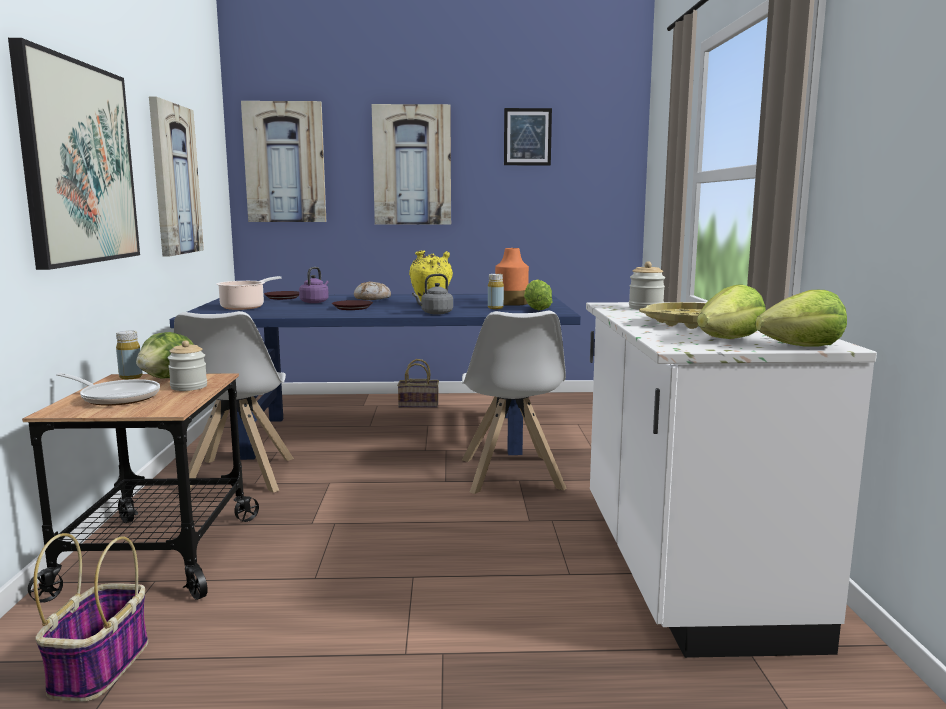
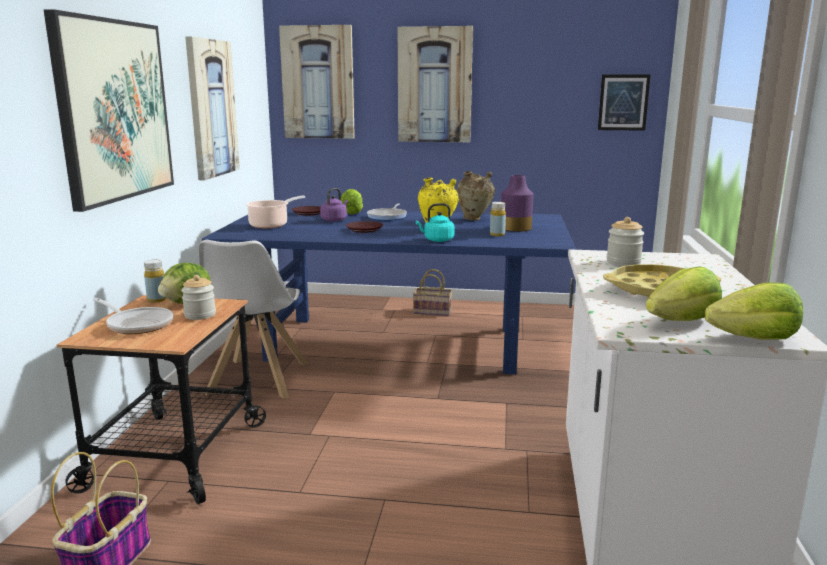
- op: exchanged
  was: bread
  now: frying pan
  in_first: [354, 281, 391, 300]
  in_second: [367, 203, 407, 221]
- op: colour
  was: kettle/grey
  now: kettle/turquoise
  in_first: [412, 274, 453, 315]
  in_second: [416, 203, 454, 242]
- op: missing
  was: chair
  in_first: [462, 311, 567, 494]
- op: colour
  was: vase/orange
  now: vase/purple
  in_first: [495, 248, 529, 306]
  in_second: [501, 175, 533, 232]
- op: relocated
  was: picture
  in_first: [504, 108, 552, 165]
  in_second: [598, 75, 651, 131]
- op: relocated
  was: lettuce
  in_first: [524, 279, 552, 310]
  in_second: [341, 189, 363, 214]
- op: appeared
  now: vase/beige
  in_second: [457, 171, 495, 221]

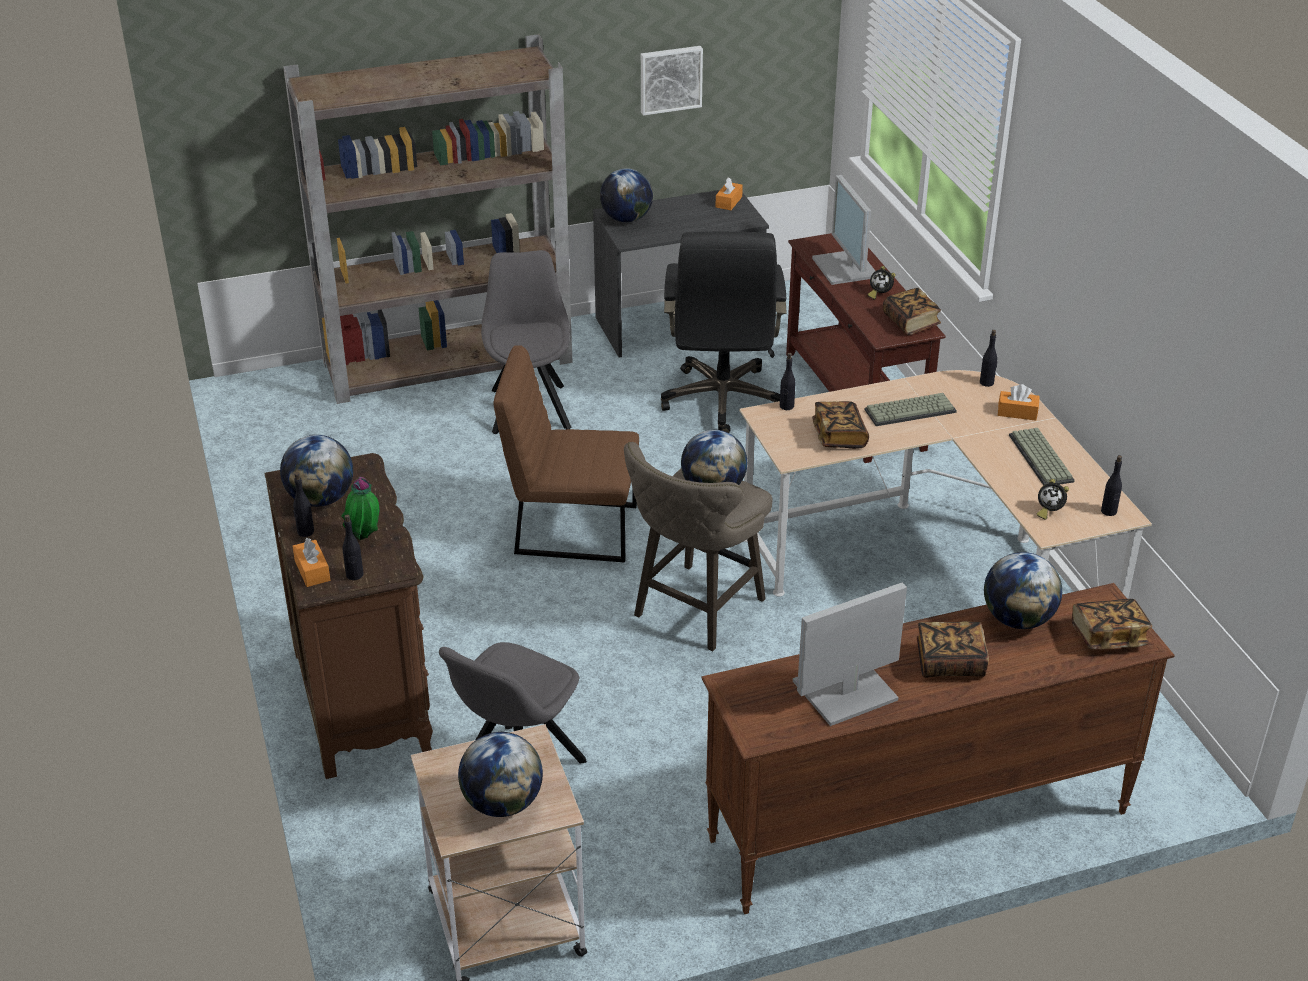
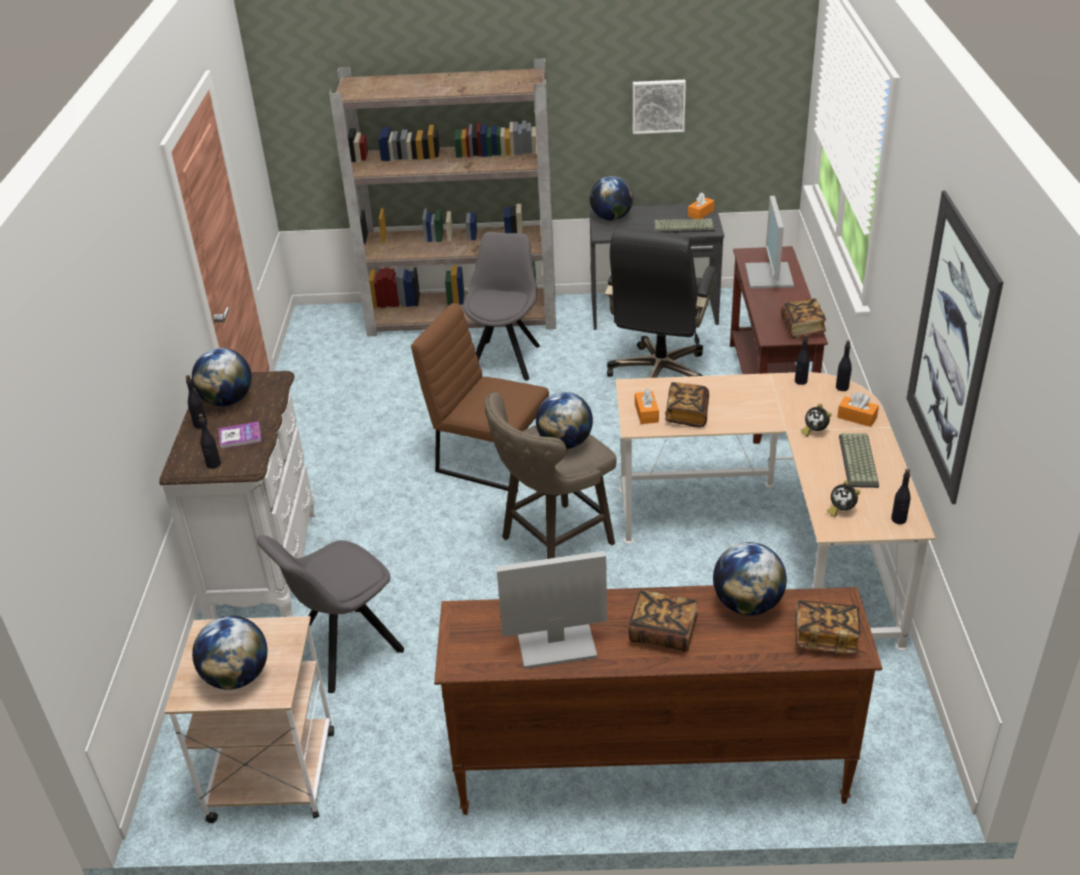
- op: colour
  was: dresser/brown
  now: dresser/white
  in_first: [265, 453, 433, 779]
  in_second: [159, 371, 316, 620]
- op: relocated
  was: tissue box/orange
  in_first: [292, 538, 330, 587]
  in_second: [635, 388, 659, 424]
- op: exchanged
  was: potted plant
  now: book
  in_first: [342, 477, 379, 540]
  in_second: [219, 421, 261, 449]
- op: relocated
  was: bottle/black
  in_first: [780, 353, 796, 410]
  in_second: [795, 334, 810, 385]
- op: relocated
  was: keyboard
  in_first: [865, 393, 957, 426]
  in_second: [653, 219, 715, 233]
- op: relocated
  was: alarm clock
  in_first: [868, 266, 896, 300]
  in_second: [801, 404, 832, 436]
- op: appeared
  now: picture
  in_second: [906, 190, 1003, 504]

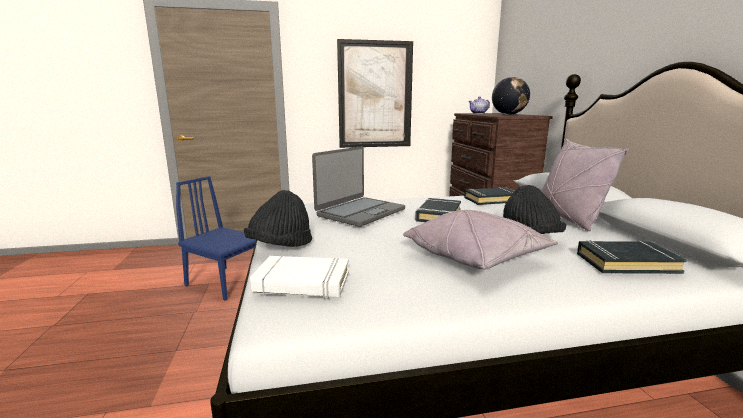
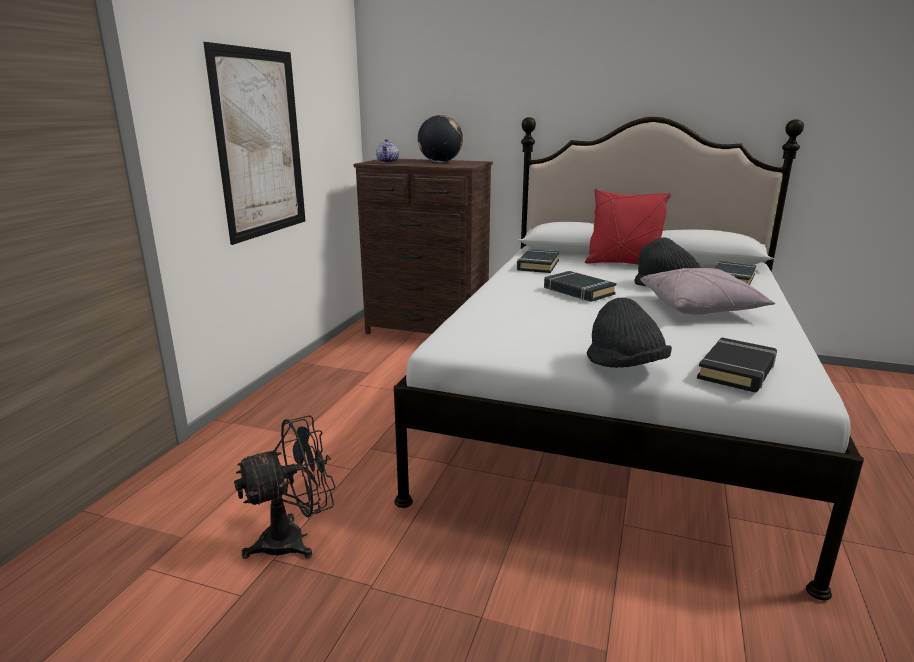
- op: exchanged
  was: chair/blue
  now: fan/black
  in_first: [176, 176, 256, 301]
  in_second: [234, 415, 336, 559]
- op: colour
  was: book/white
  now: book/black
  in_first: [250, 256, 349, 299]
  in_second: [697, 337, 777, 393]
- op: missing
  was: laptop
  in_first: [312, 146, 405, 227]
- op: colour
  was: pillow/purple
  now: pillow/red
  in_first: [542, 139, 629, 231]
  in_second: [585, 189, 671, 264]

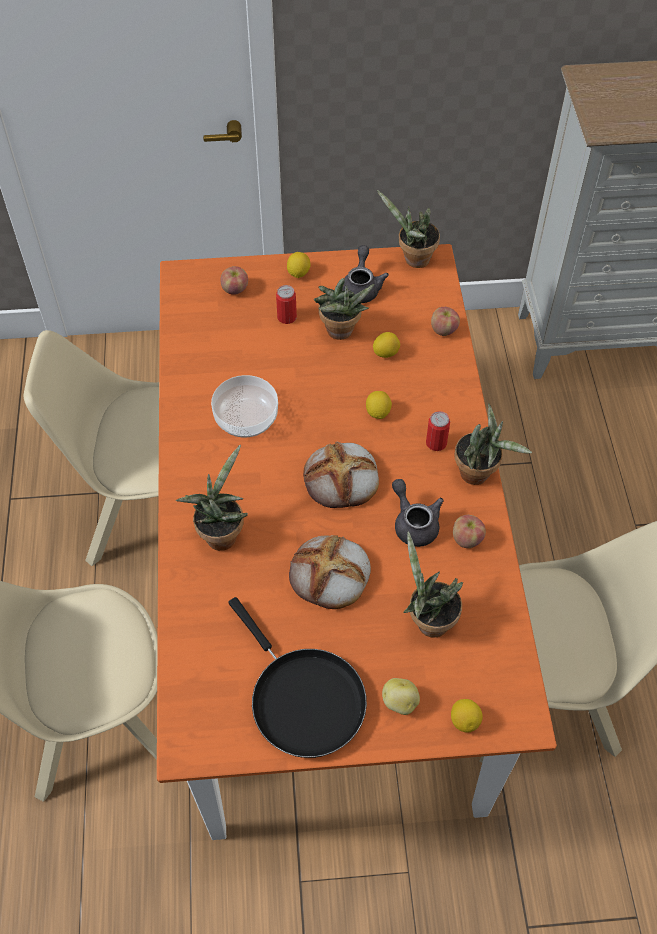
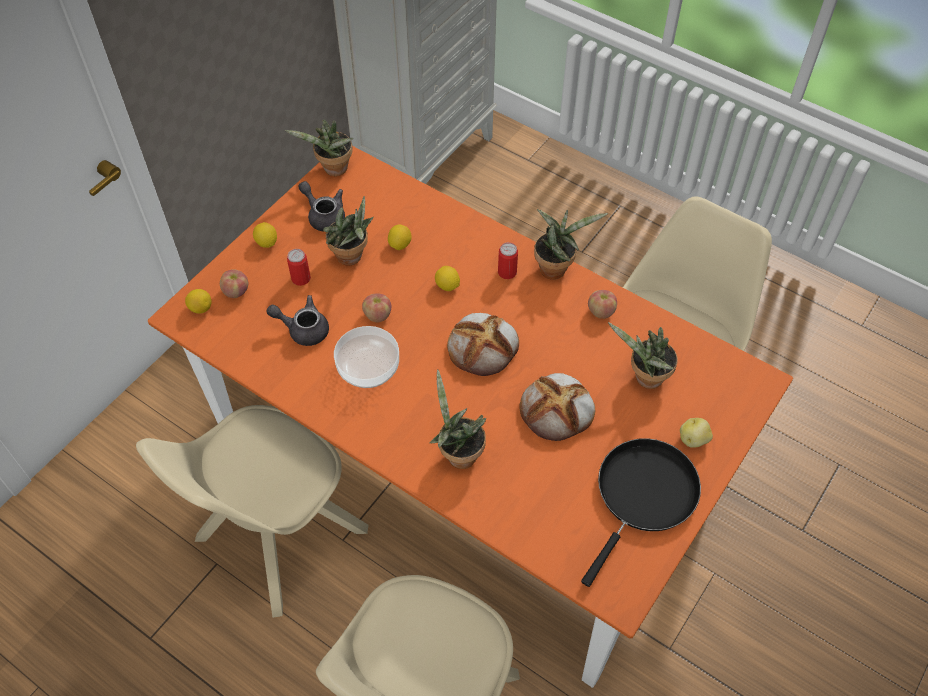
- op: spun
  was: frying pan/black
  in_first: [228, 597, 367, 758]
  in_second: [581, 438, 701, 587]
  clockwise: -60
- op: relocated
  was: teapot/grey
  in_first: [392, 479, 444, 547]
  in_second: [267, 295, 329, 346]
- op: relocated
  was: apple
  in_first: [431, 307, 460, 336]
  in_second: [362, 294, 391, 323]
- op: relocated
  was: lemon
  in_first: [451, 699, 483, 733]
  in_second: [185, 289, 212, 313]

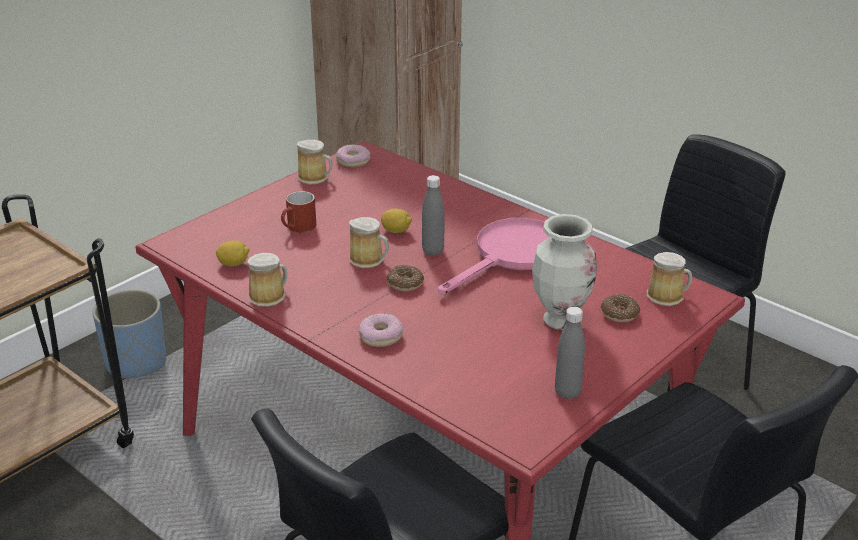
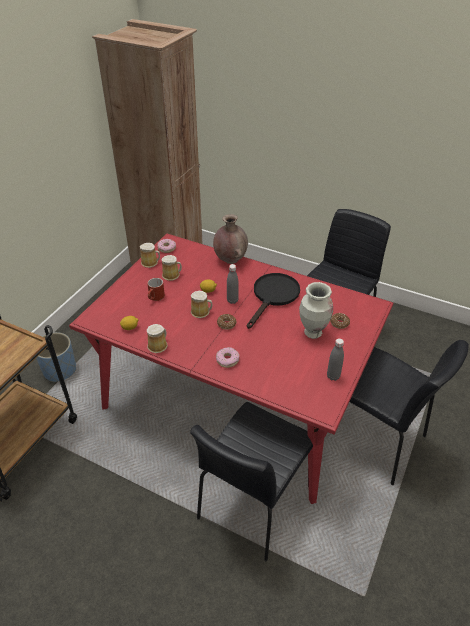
- op: colour
  was: frying pan/pink
  now: frying pan/black
  in_first: [438, 218, 550, 294]
  in_second: [247, 273, 300, 329]
- op: relocated
  was: mug
  in_first: [647, 252, 692, 306]
  in_second: [162, 255, 182, 281]
- op: appeared
  now: vase/brown
  in_second: [213, 214, 248, 264]

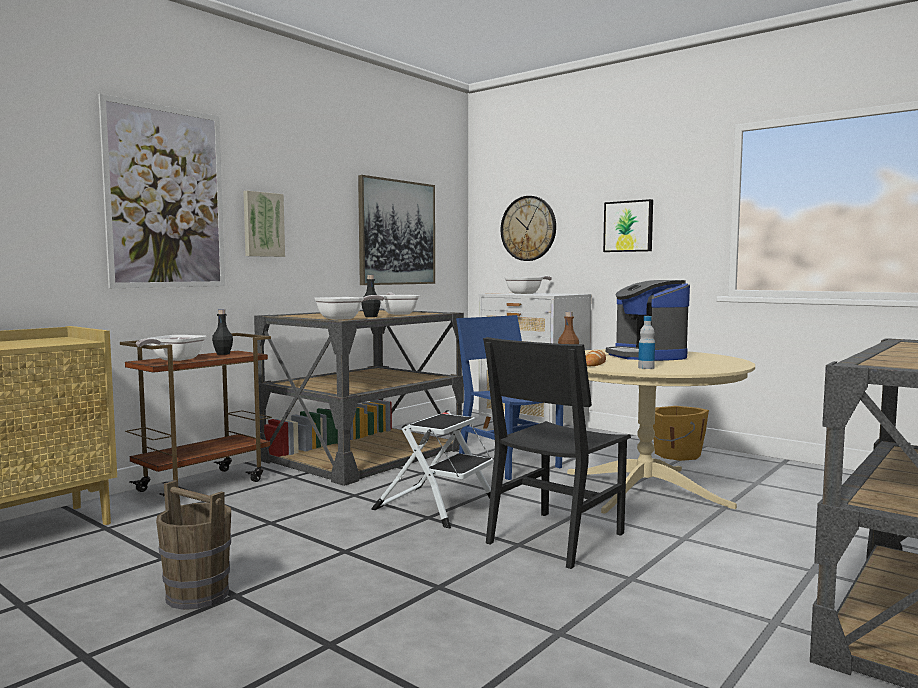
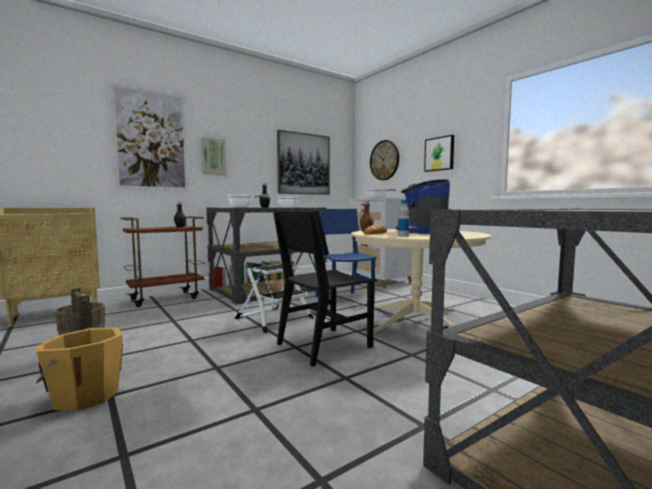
- op: missing
  was: frying pan
  in_first: [136, 335, 206, 361]
- op: relocated
  was: bucket/orange
  in_first: [653, 406, 709, 461]
  in_second: [36, 327, 123, 411]

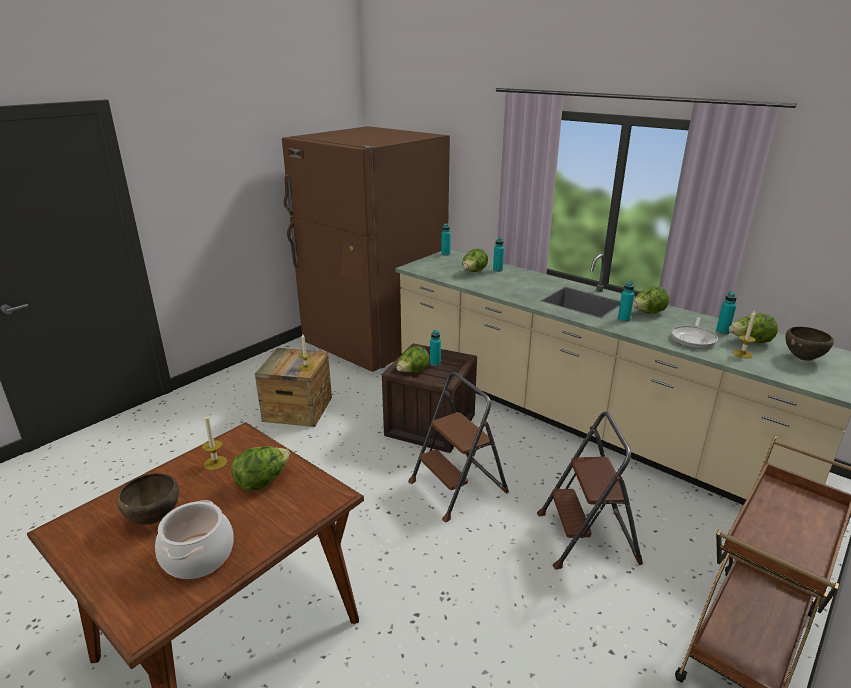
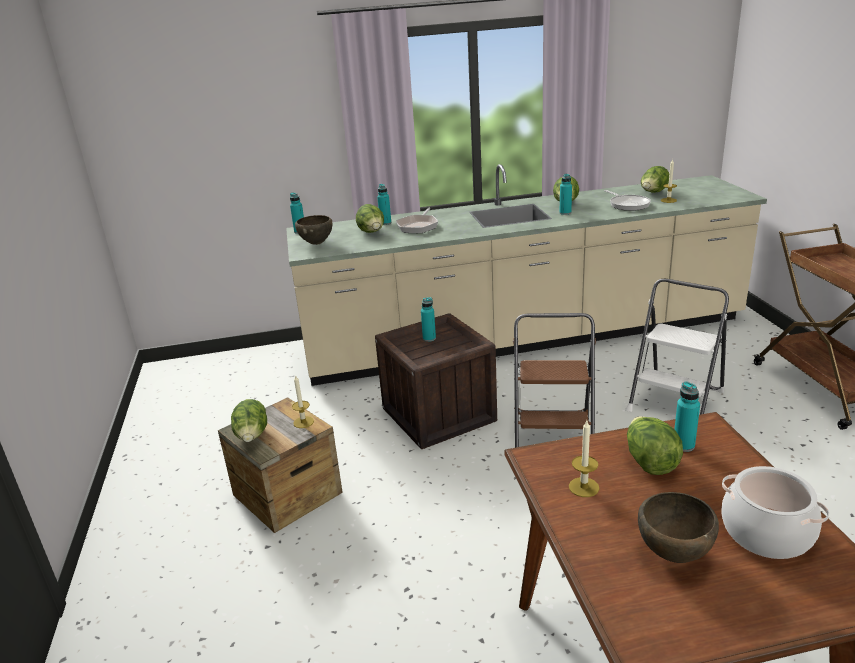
- op: missing
  was: fridge/brown
  in_first: [282, 126, 450, 372]
- op: relocated
  was: lettuce
  in_first: [396, 346, 429, 373]
  in_second: [231, 399, 267, 442]
- op: colour
  was: step ladder/brown
  now: step ladder/white
  in_first: [537, 412, 643, 570]
  in_second: [625, 279, 729, 415]
- op: relocated
  was: bottle/turquoise
  in_first: [716, 291, 737, 335]
  in_second: [675, 382, 700, 452]
- op: relocated
  was: bowl/brown
  in_first: [785, 327, 834, 361]
  in_second: [295, 215, 332, 245]
- op: appeared
  now: frying pan
  in_second: [396, 208, 438, 233]

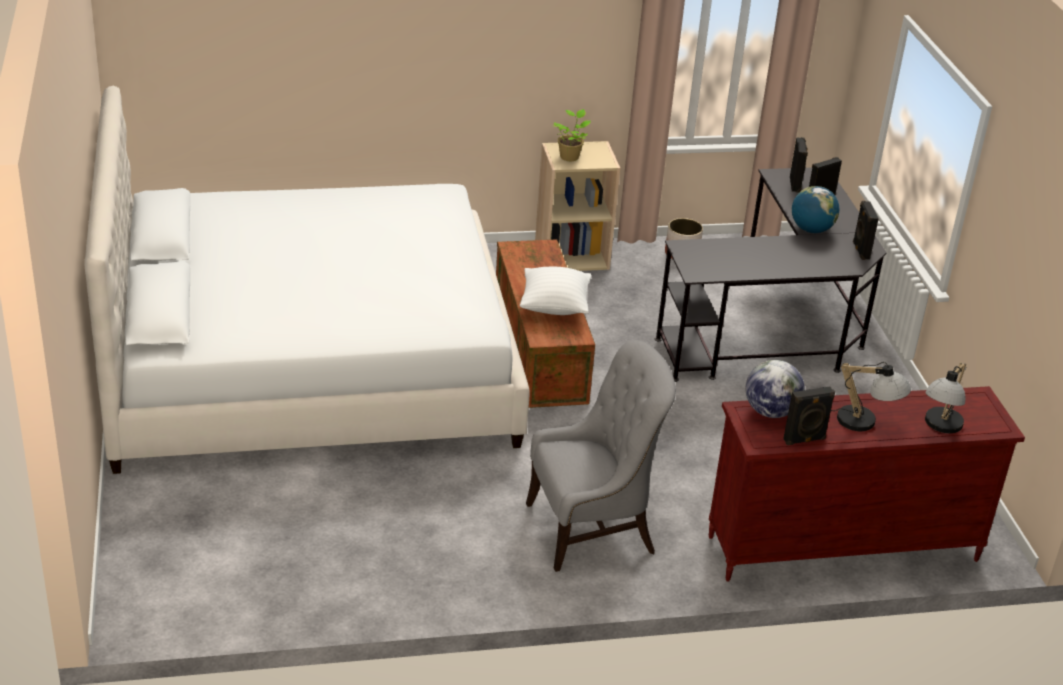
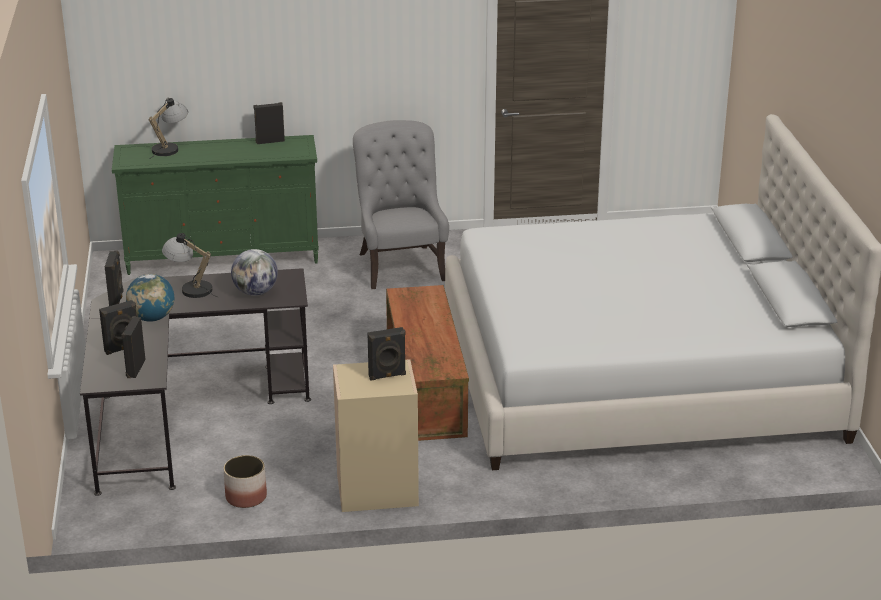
- op: missing
  was: pillow/white
  in_first: [520, 267, 591, 315]
- op: spun
  was: chair/grey
  in_first: [526, 340, 676, 572]
  in_second: [353, 120, 449, 289]
  clockwise: 90
- op: exchanged
  was: potted plant
  now: speaker/black
  in_first: [554, 109, 591, 161]
  in_second: [367, 327, 406, 381]
- op: colour
  was: dresser/red
  now: dresser/green
  in_first: [709, 386, 1025, 582]
  in_second: [112, 135, 319, 275]
- op: relocated
  was: globe
  in_first: [746, 360, 805, 418]
  in_second: [231, 249, 278, 296]
- op: relocated
  was: table lamp
  in_first: [831, 362, 911, 431]
  in_second: [162, 233, 217, 298]

